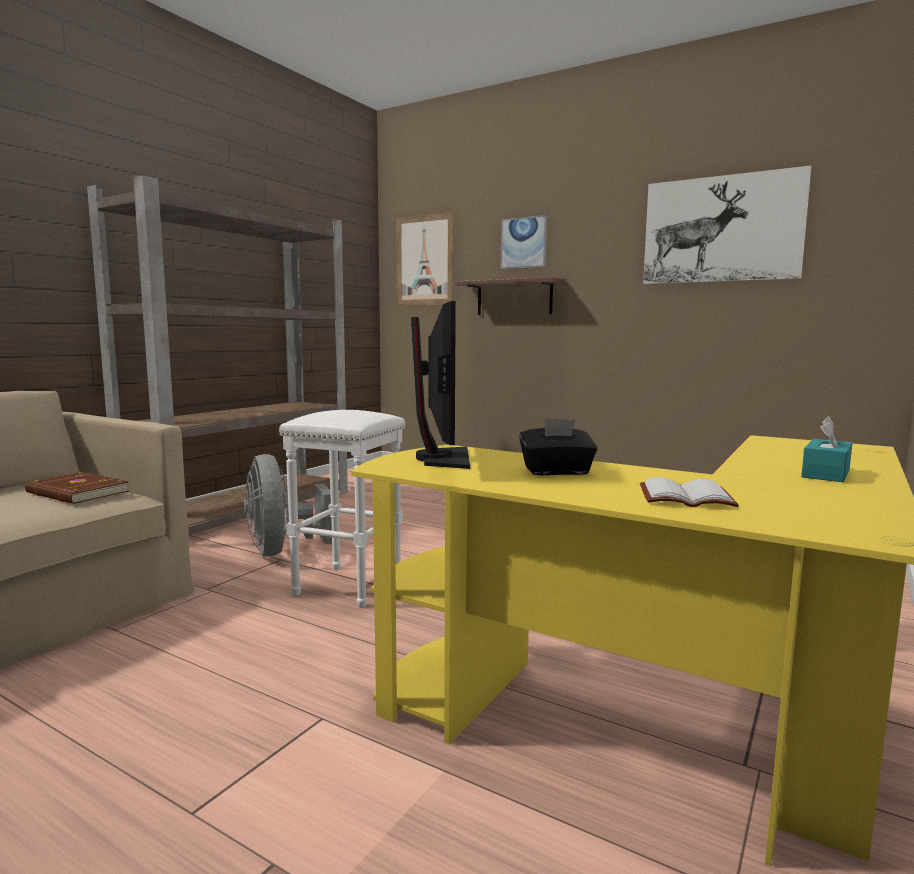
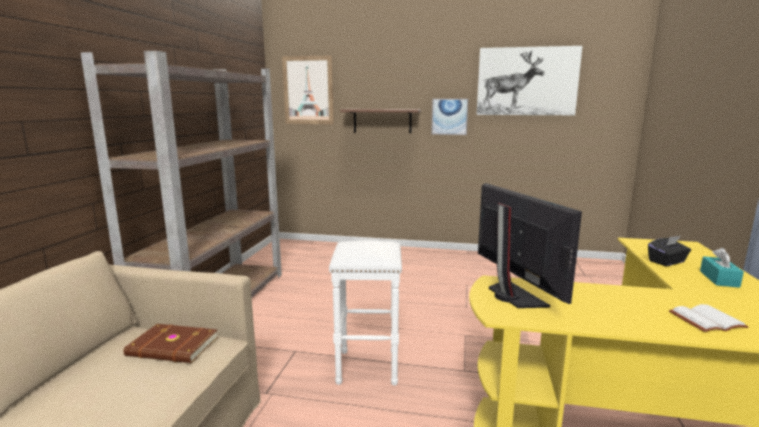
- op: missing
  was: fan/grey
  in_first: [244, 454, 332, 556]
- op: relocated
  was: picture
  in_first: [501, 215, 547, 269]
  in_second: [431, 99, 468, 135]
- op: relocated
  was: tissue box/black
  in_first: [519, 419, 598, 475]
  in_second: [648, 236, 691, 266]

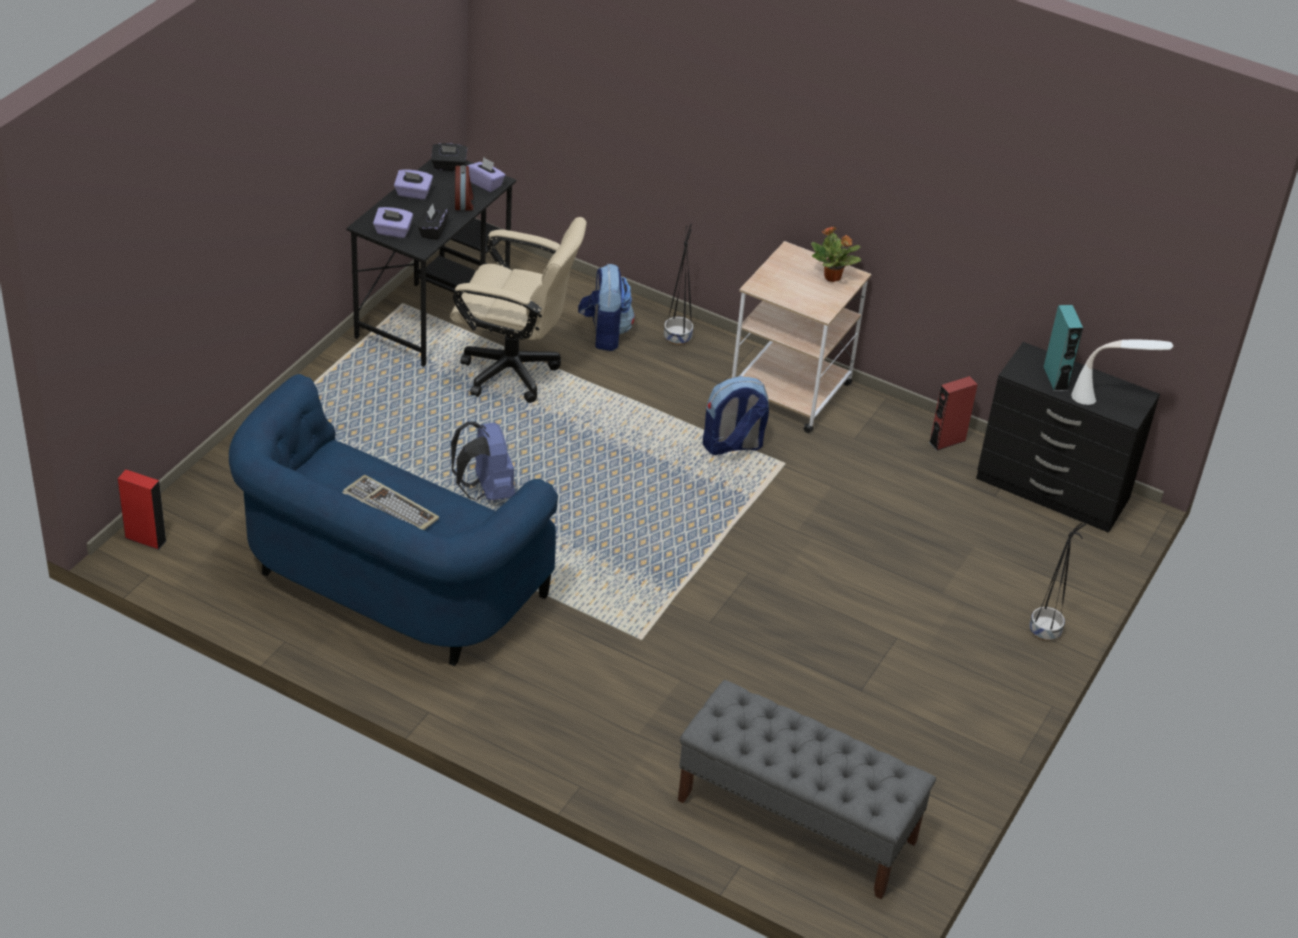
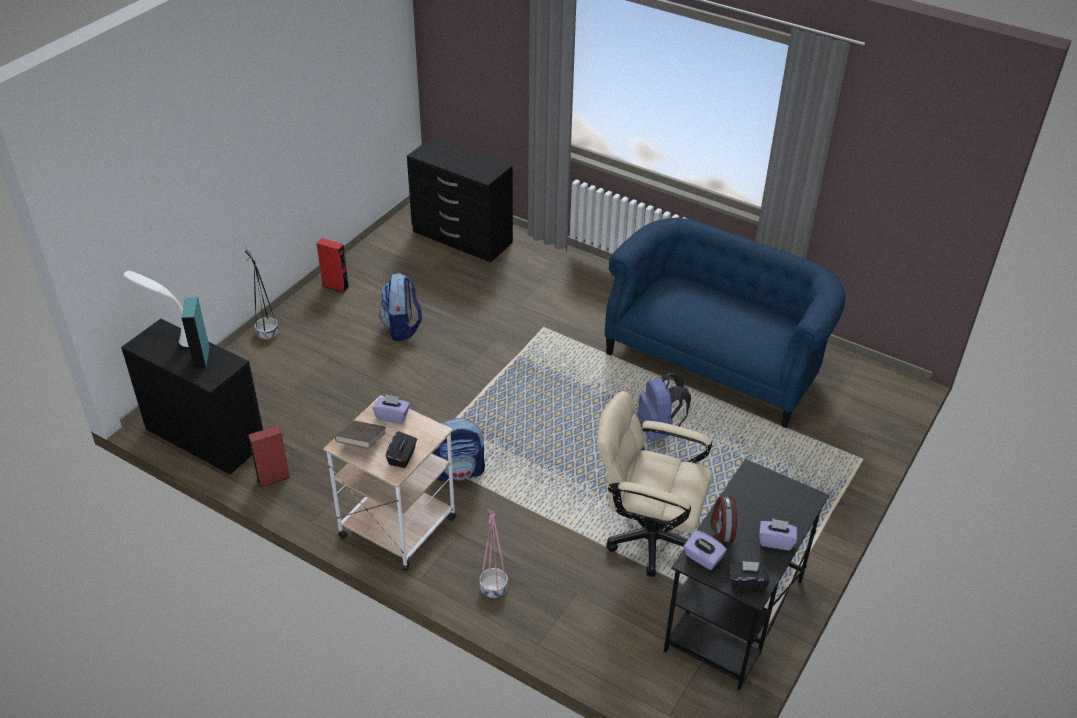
- op: relocated
  was: speaker/red
  in_first: [118, 469, 167, 550]
  in_second: [317, 238, 349, 293]
- op: missing
  was: keyboard
  in_first: [342, 475, 439, 530]
- op: relocated
  was: tissue box/purple
  in_first: [373, 207, 413, 238]
  in_second: [372, 394, 410, 424]
- op: relocated
  was: tissue box/black
  in_first: [418, 203, 449, 240]
  in_second: [386, 431, 417, 468]
- op: relocated
  was: backpack
  in_first: [578, 264, 634, 351]
  in_second: [379, 273, 422, 341]
- op: colour
  was: planter/black
  now: planter/pink
  in_first: [664, 224, 693, 345]
  in_second: [479, 509, 508, 598]
- op: exchanged
  was: bench/grey
  now: dresser/black
  in_first: [678, 680, 936, 899]
  in_second: [407, 137, 513, 263]
- op: exchanged
  was: potted plant
  now: book/brown
  in_first: [811, 227, 861, 282]
  in_second: [335, 420, 386, 449]

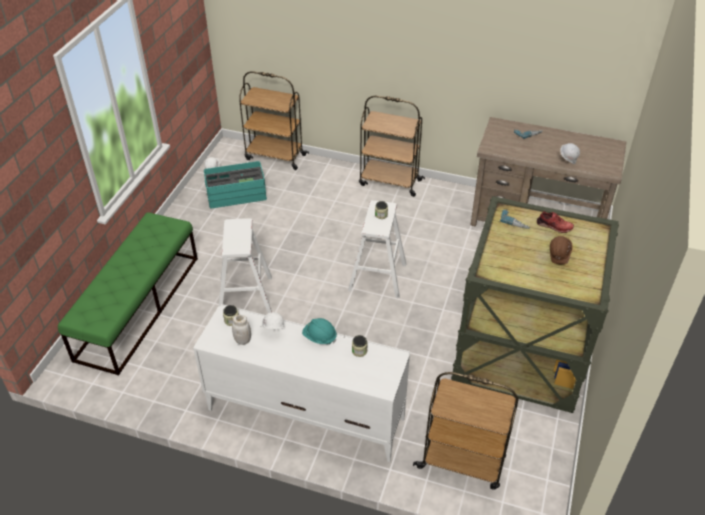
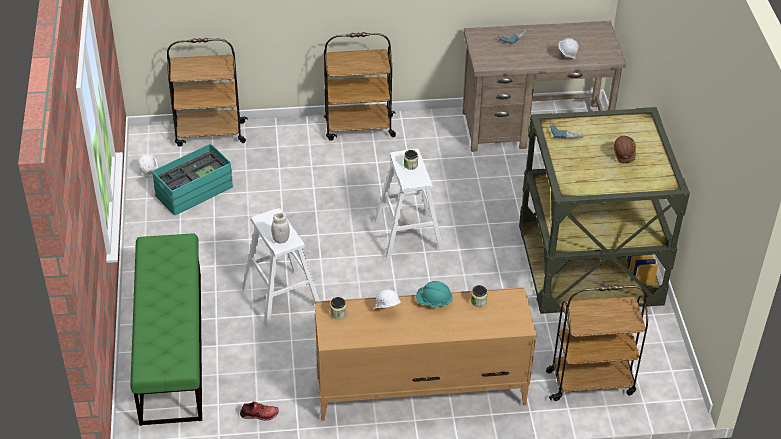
- op: colour
  was: dresser/white
  now: dresser/brown
  in_first: [193, 304, 410, 462]
  in_second: [315, 287, 537, 421]
- op: relocated
  was: jar/white
  in_first: [232, 315, 251, 345]
  in_second: [271, 213, 290, 243]
- op: relocated
  was: shoe/red
  in_first: [537, 211, 574, 233]
  in_second: [240, 401, 278, 421]

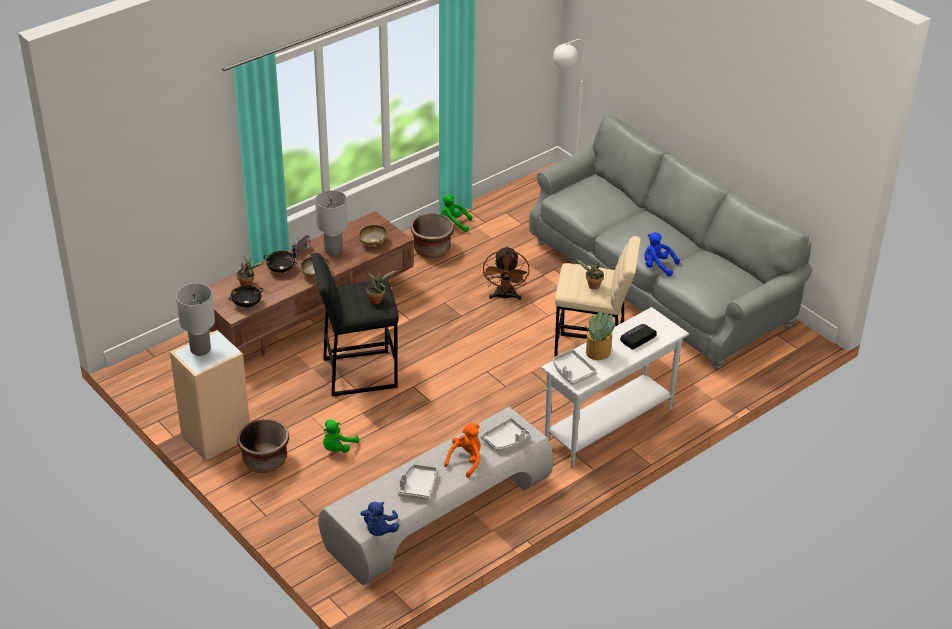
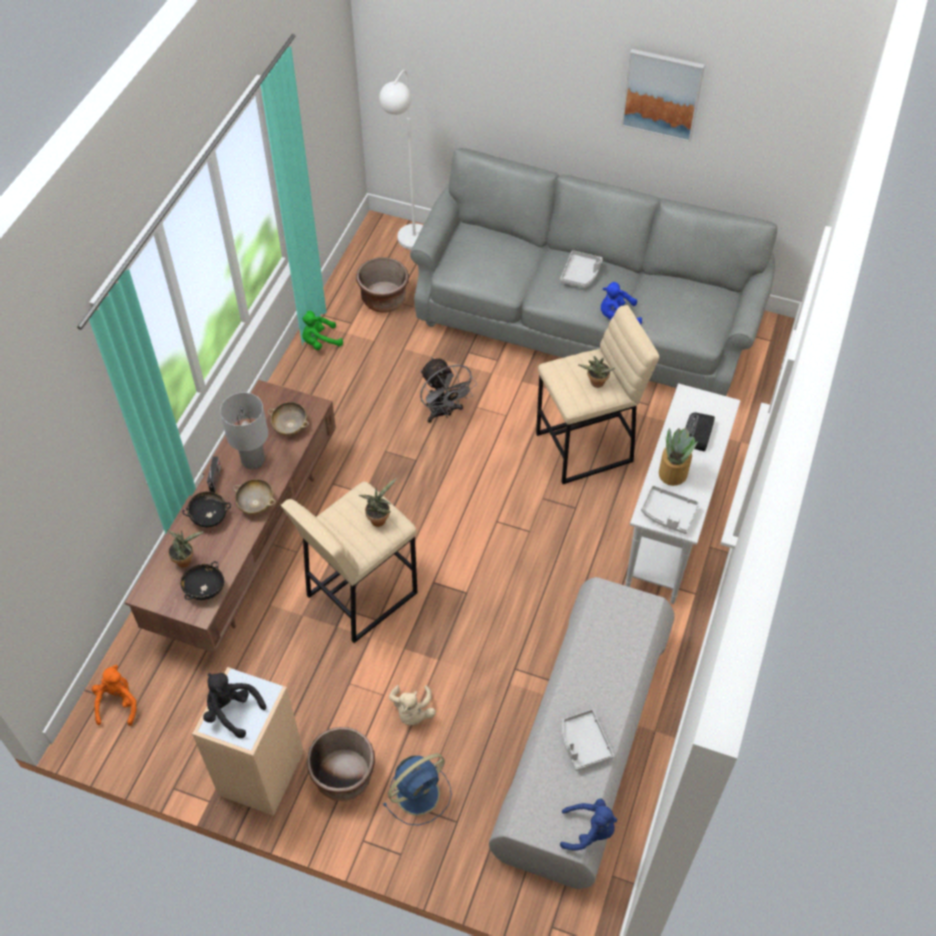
- op: exchanged
  was: table lamp/grey
  now: plush toy/black
  in_first: [176, 283, 215, 356]
  in_second: [203, 673, 266, 738]
- op: colour
  was: stool/black
  now: stool/beige
  in_first: [311, 253, 399, 396]
  in_second: [281, 482, 418, 643]
- op: colour
  was: plush toy/green
  now: plush toy/beige
  in_first: [323, 420, 359, 453]
  in_second: [389, 685, 436, 725]
- op: spun
  was: plush toy/blue
  in_first: [361, 502, 399, 536]
  in_second: [560, 799, 617, 851]
  clockwise: -60
- op: relocated
  was: planter/brown
  in_first: [411, 213, 454, 258]
  in_second: [356, 257, 409, 313]
- op: relocated
  was: plush toy/orange
  in_first: [444, 423, 481, 478]
  in_second: [92, 665, 136, 726]
- op: relocated
  was: tray/grey
  in_first: [481, 418, 531, 452]
  in_second: [560, 250, 603, 288]
- op: colour
  was: fan/brown
  now: fan/grey
  in_first: [483, 246, 530, 301]
  in_second: [420, 357, 477, 423]
- op: appeared
  now: fan/blue
  in_second: [383, 753, 452, 825]
- op: appeared
  now: picture
  in_second: [621, 49, 705, 142]

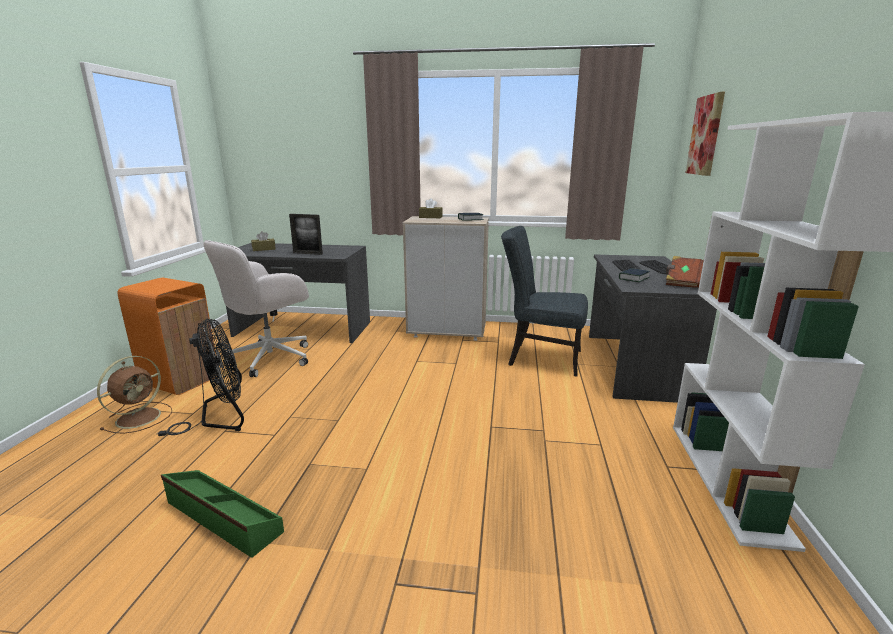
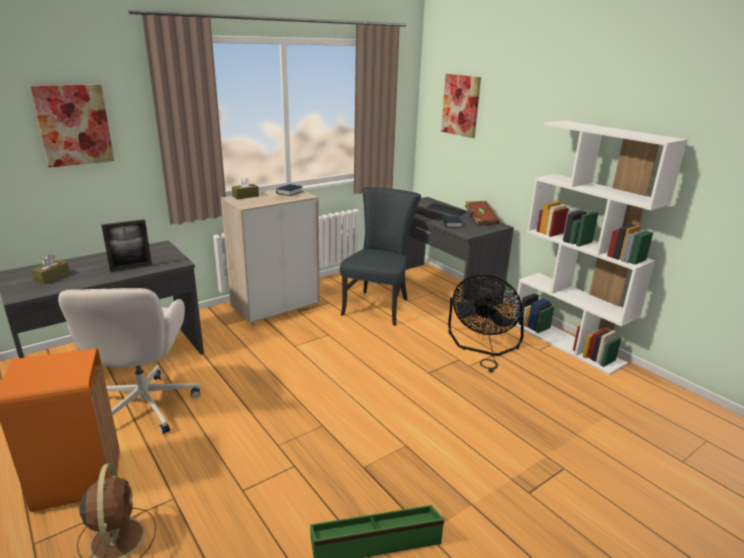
- op: relocated
  was: fan/black
  in_first: [157, 318, 244, 436]
  in_second: [448, 274, 524, 373]
- op: spun
  was: chair/grey
  in_first: [501, 226, 588, 376]
  in_second: [340, 187, 421, 326]
  clockwise: 135
- op: appeared
  now: picture
  in_second: [30, 84, 114, 167]

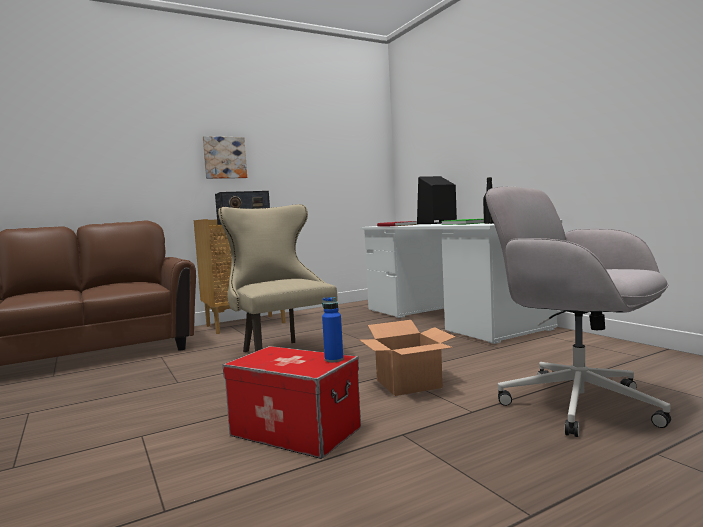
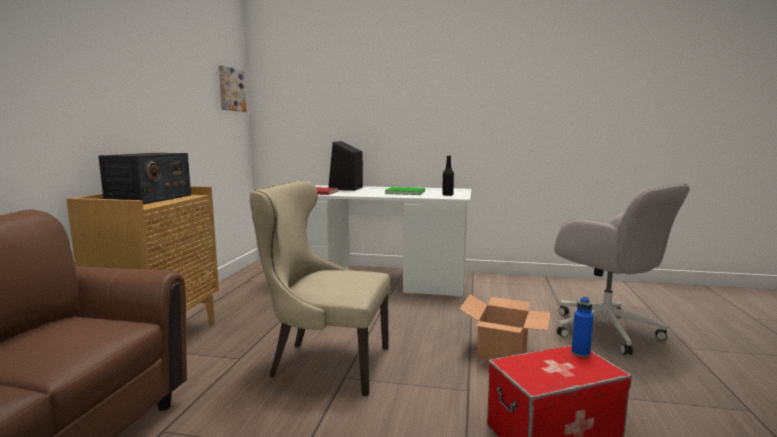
- op: relocated
  was: picture
  in_first: [203, 136, 247, 179]
  in_second: [219, 65, 247, 112]
- op: spun
  was: office chair/grey
  in_first: [486, 186, 671, 437]
  in_second: [554, 184, 690, 354]
  clockwise: -120

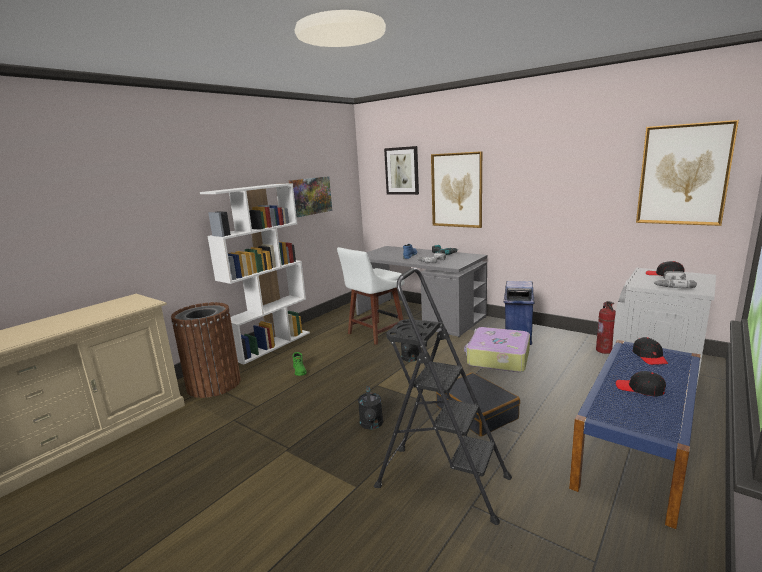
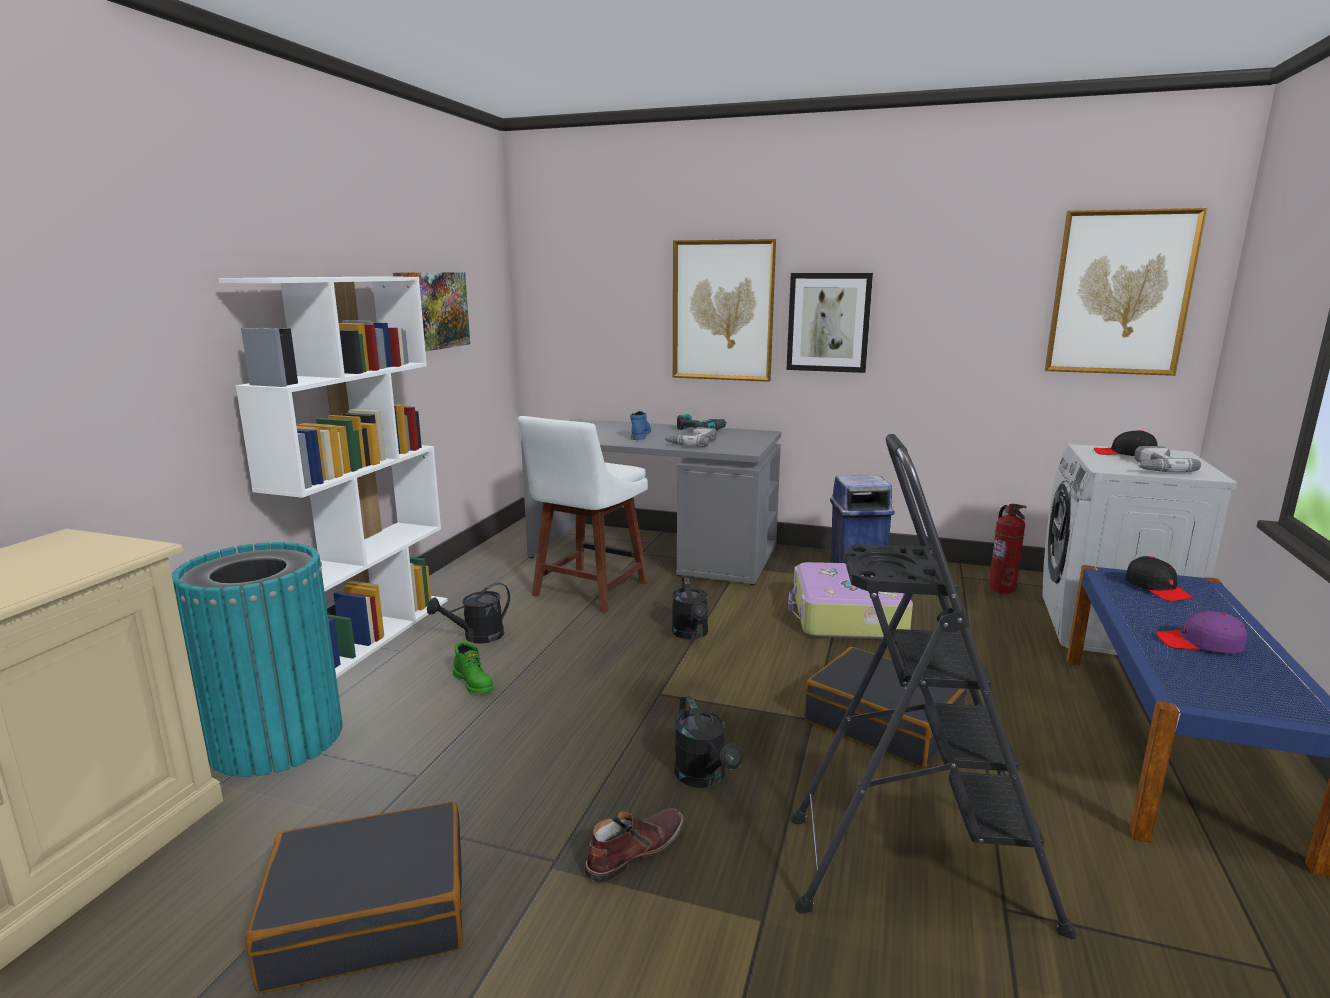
- op: colour
  was: trash can/brown
  now: trash can/turquoise
  in_first: [171, 302, 241, 398]
  in_second: [172, 542, 343, 777]
- op: relocated
  was: picture
  in_first: [384, 146, 419, 195]
  in_second: [786, 273, 873, 373]
- op: colour
  was: cap/black
  now: cap/purple
  in_first: [616, 371, 666, 396]
  in_second: [1156, 611, 1247, 653]
- op: appeared
  now: suitcase/black
  in_second: [245, 801, 463, 993]
- op: appeared
  now: watering can/black
  in_second: [427, 582, 510, 644]
- op: appeared
  now: boot/brown
  in_second: [585, 808, 684, 883]

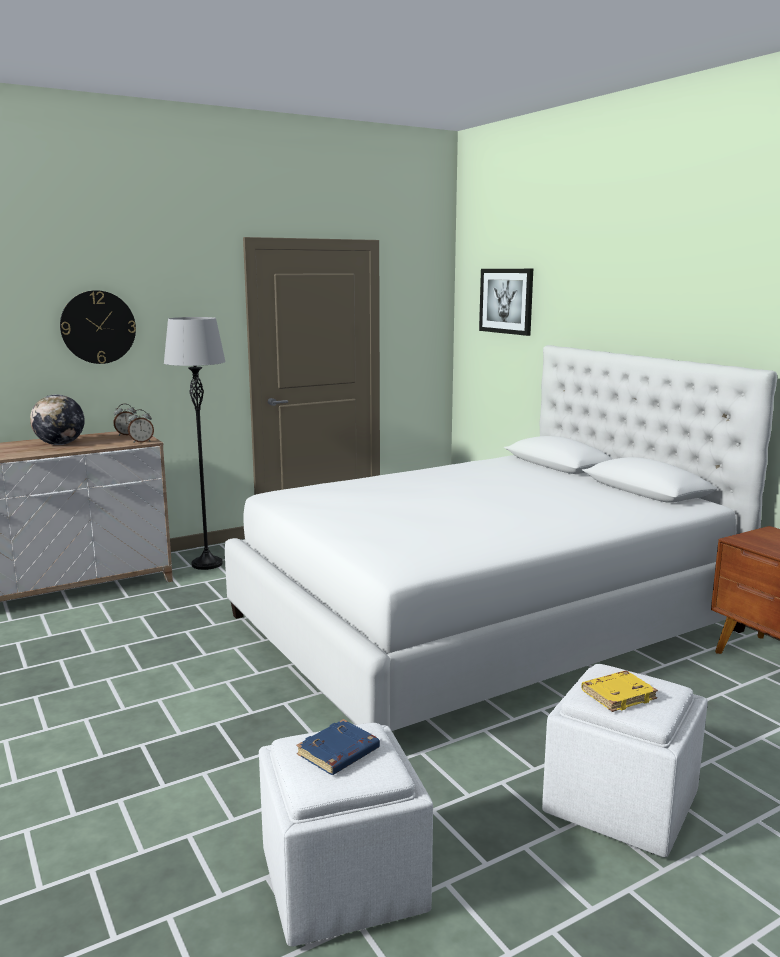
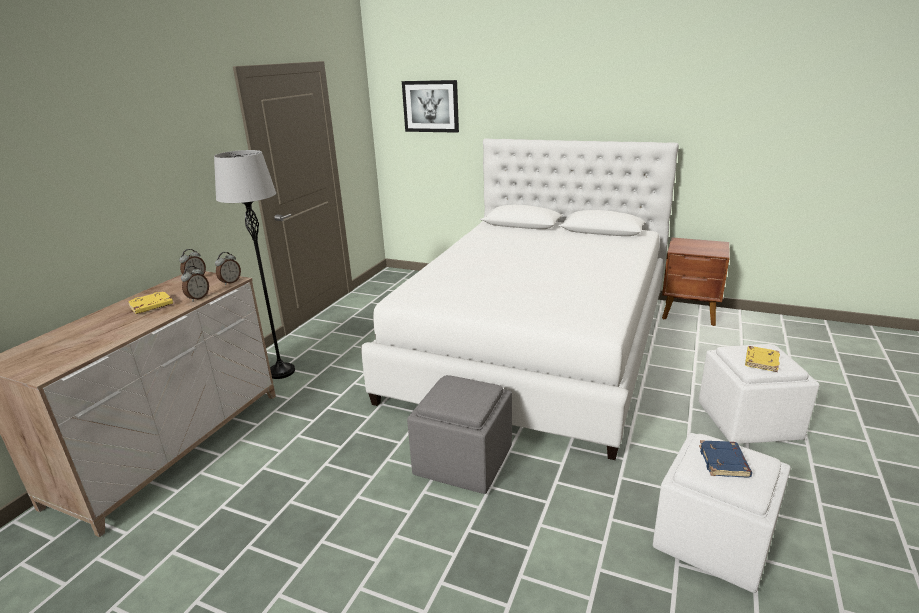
- op: exchanged
  was: globe
  now: book/yellow
  in_first: [30, 394, 85, 445]
  in_second: [127, 291, 173, 314]
- op: missing
  was: wall clock
  in_first: [60, 290, 136, 364]
- op: appeared
  now: alarm clock
  in_second: [181, 266, 209, 302]
- op: appeared
  now: ottoman/grey
  in_second: [407, 375, 512, 494]

